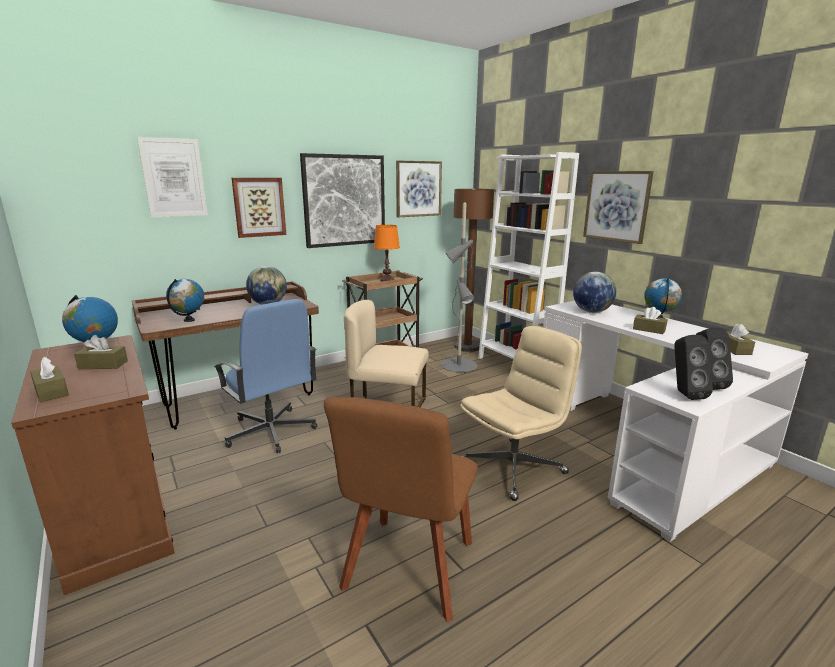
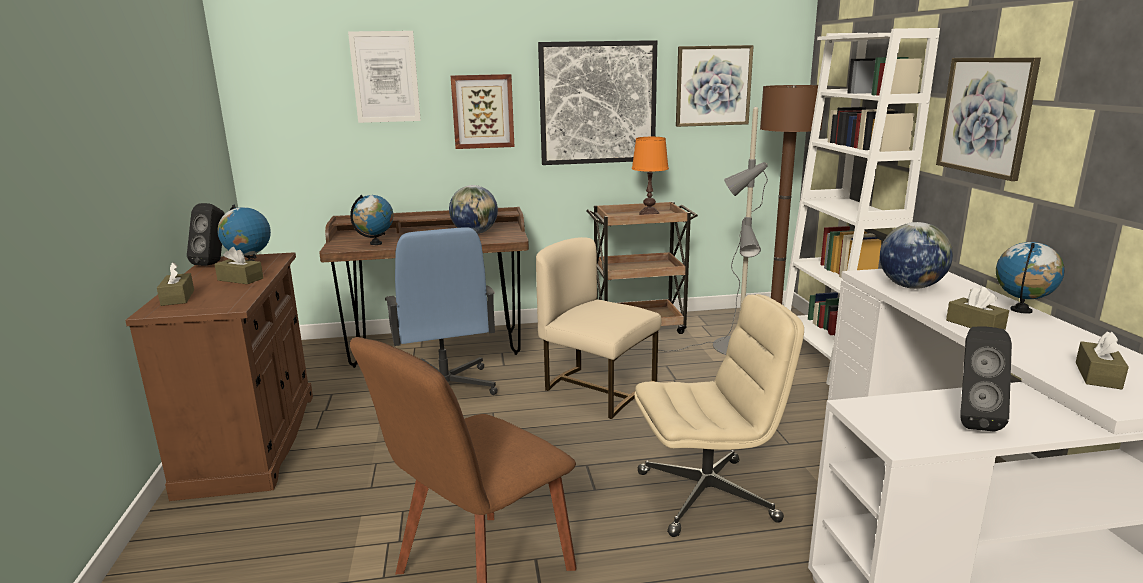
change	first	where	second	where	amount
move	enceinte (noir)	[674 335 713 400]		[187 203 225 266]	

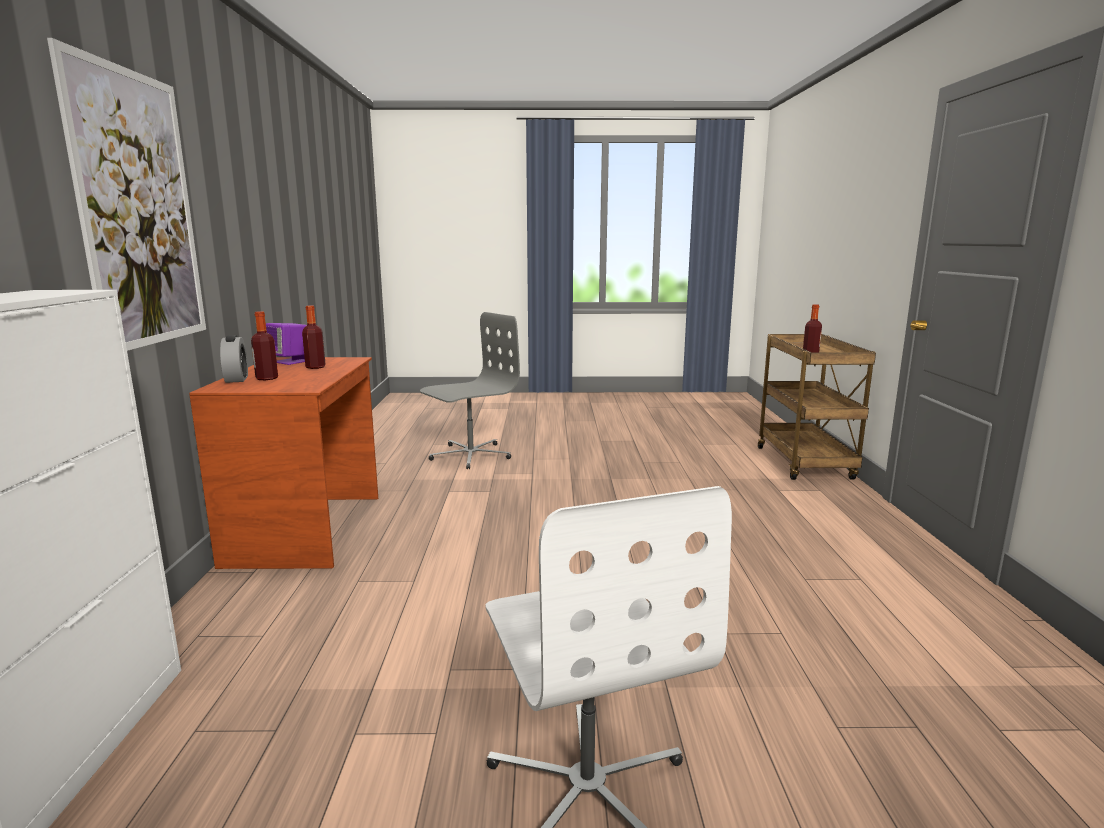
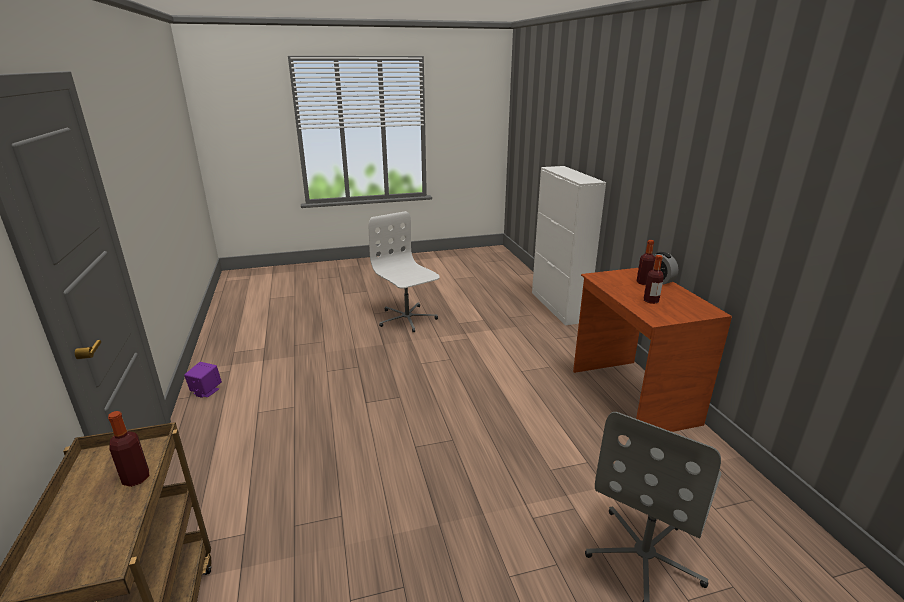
change	first	where	second	where	amount
move	enceinte (violet)	[266 323 307 365]		[184 362 222 398]	
delete	tableau	[47 38 206 351]			

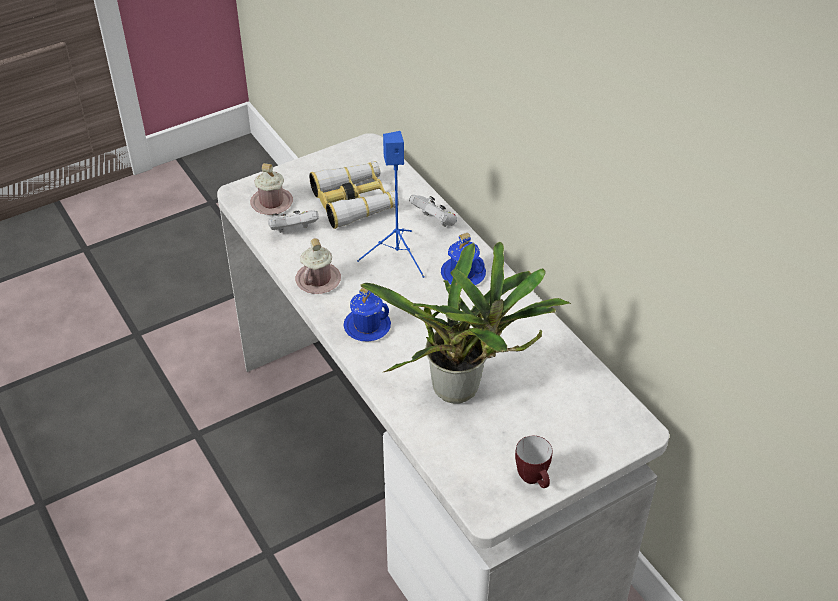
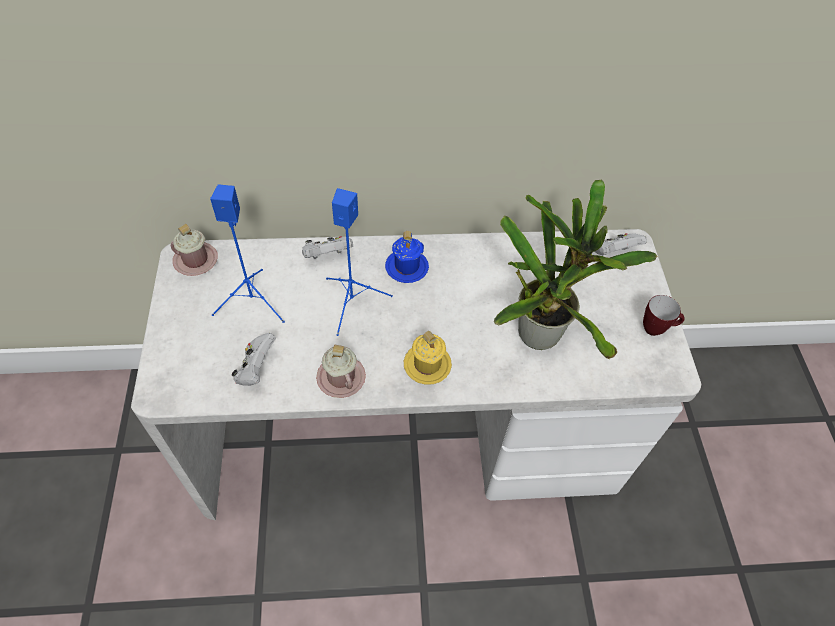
change	first	where	second	where	amount
move	mug (rose)	[250 163 293 215]		[171 224 218 276]	
replace	jumelles	[309 161 399 229]	enceinte (bleu)	[210 184 285 323]	
recolor	mug (bleu)	[343 287 391 342]	mug (jaune)	[404 331 452 385]	
insert			manette (blanc)	[595 233 647 256]	

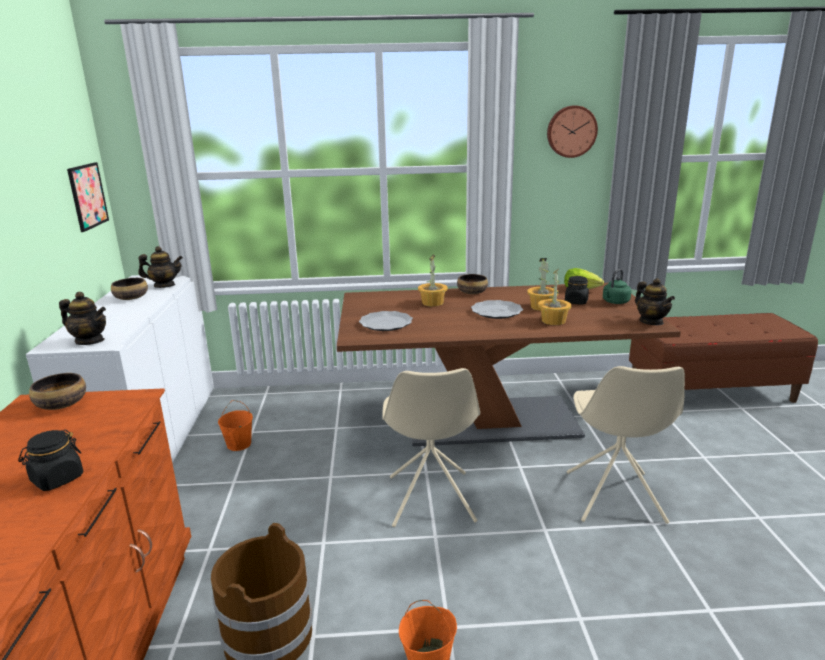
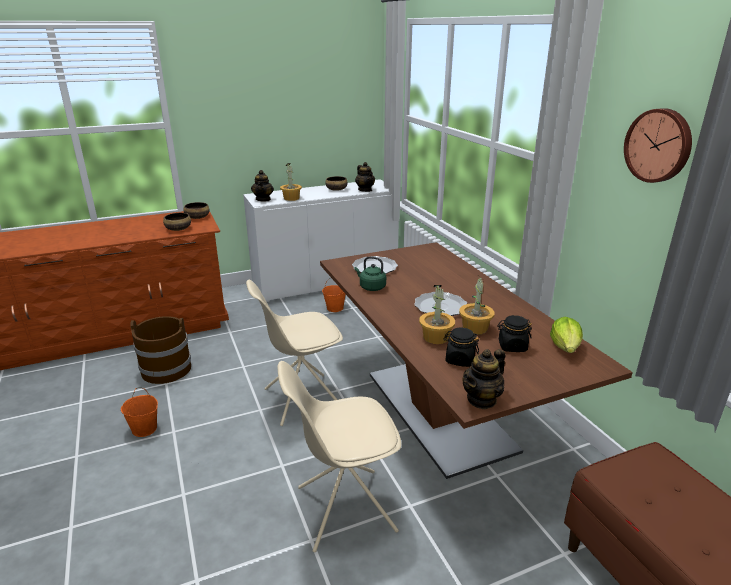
change	first	where	second	where	amount
move	bol	[457 274 488 294]		[163 213 191 231]	
move	plante en pot	[418 255 448 307]		[280 163 302 201]	
move	bouilloire (vert)	[603 269 631 304]		[354 256 386 291]	
move	bocal (noir)	[18 429 83 491]		[443 328 479 367]	
delete	tableau	[67 162 109 232]			

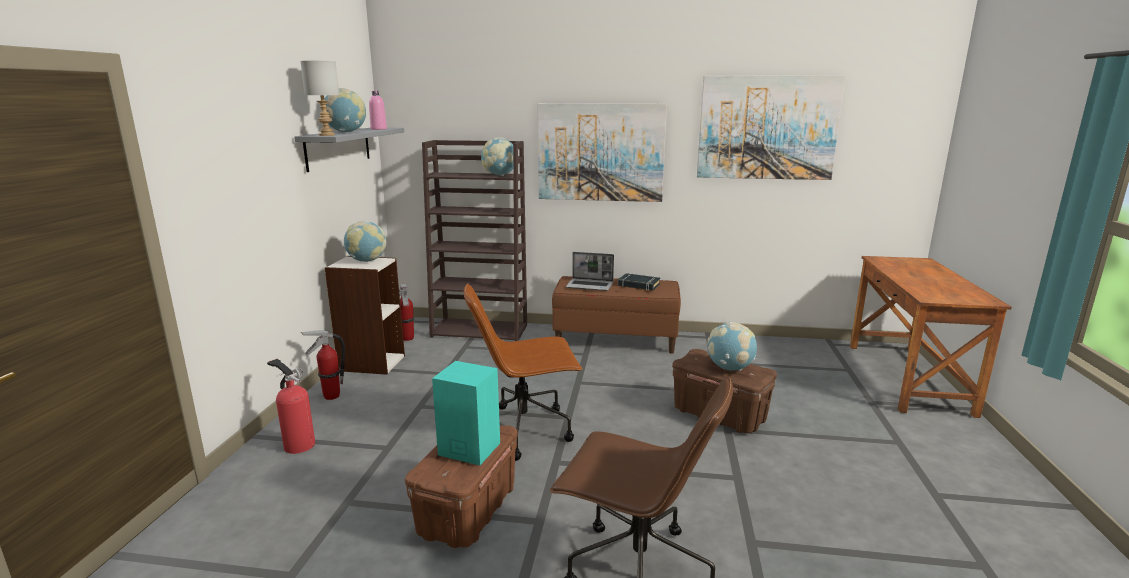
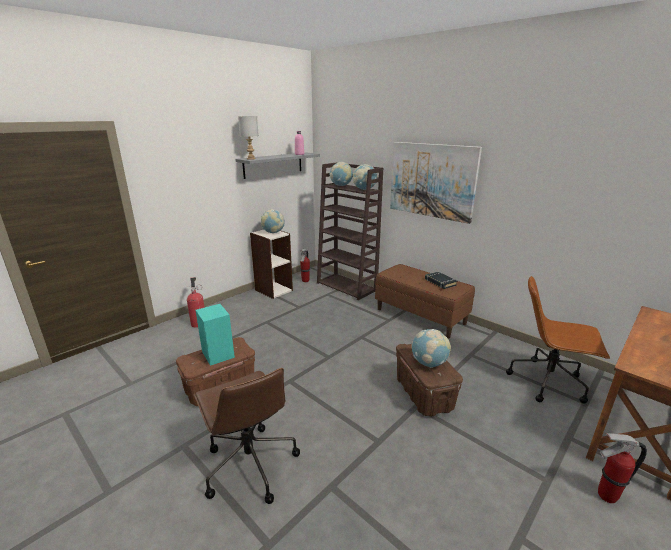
change	first	where	second	where	amount
move	globe	[321 88 366 132]		[329 162 353 186]	
move	chaise de bureau (marron)	[464 283 582 461]		[506 276 610 404]	
move	extincteur	[301 330 345 400]		[598 432 647 503]	
delete	ordinateur portable	[566 252 614 291]			
delete	tableau	[697 75 846 180]			

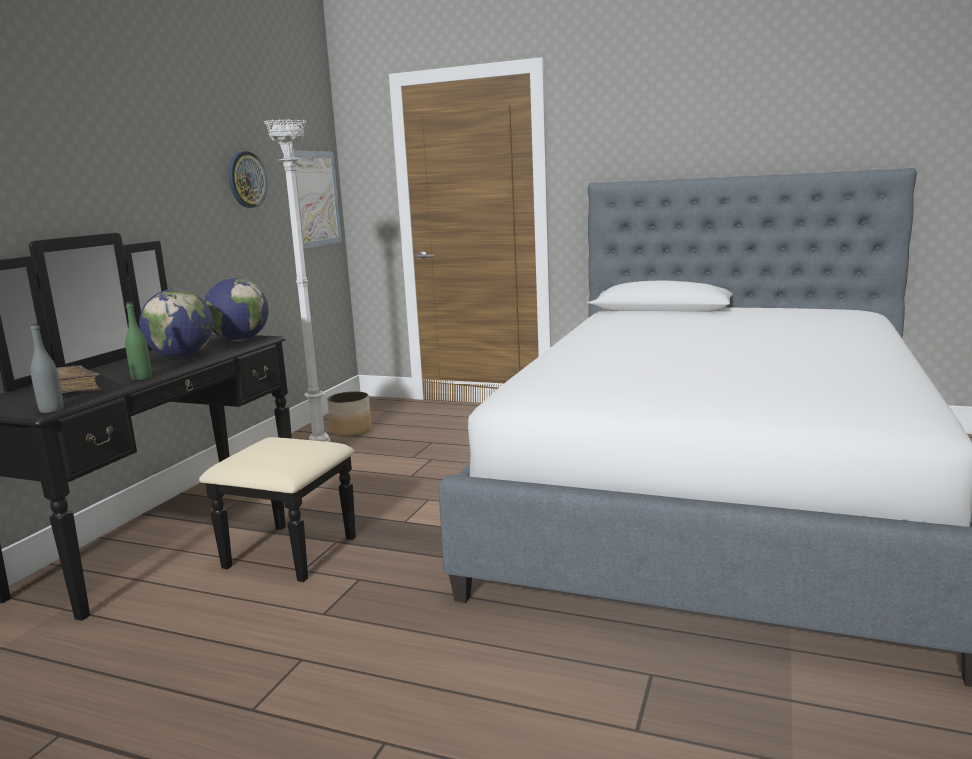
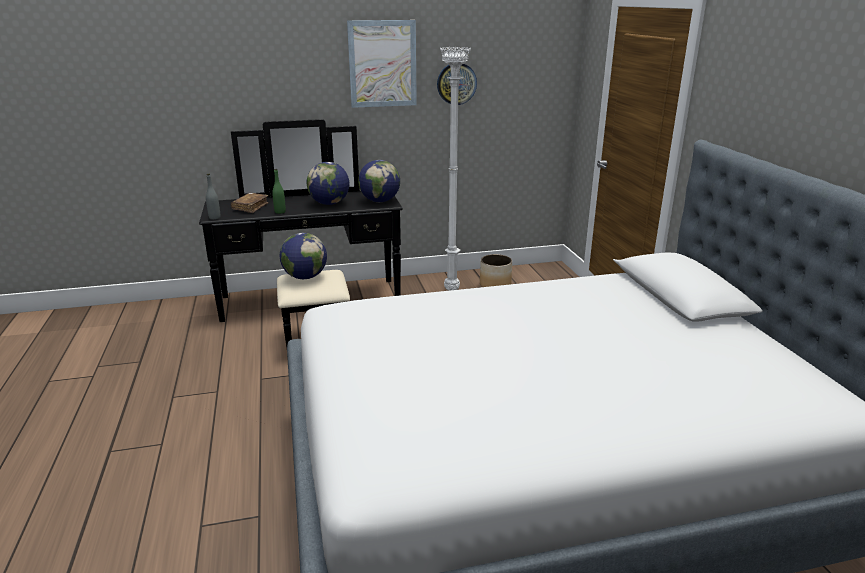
change	first	where	second	where	amount
insert			globe	[280 233 327 279]	
move	tableau	[294 151 342 249]		[347 20 417 108]	

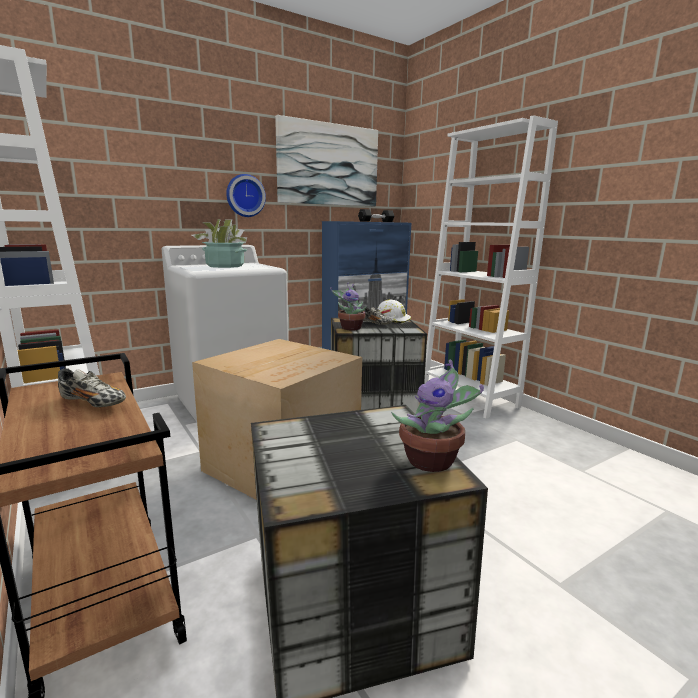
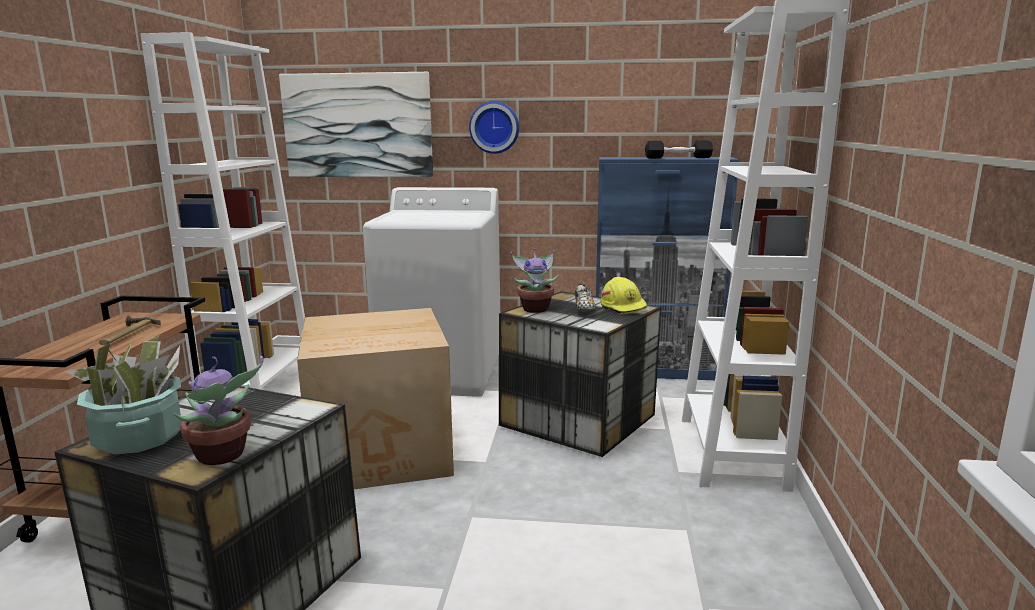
change	first	where	second	where	amount
move	plante en pot	[192 219 247 268]		[65 336 182 455]	
replace	chaussure	[58 368 126 407]	marteau	[99 315 161 345]	
move	tableau	[275 115 378 206]		[279 72 433 177]	
recolor	casque de chantier (blanc)	[377 300 411 324]	casque de chantier (jaune)	[600 277 647 314]	

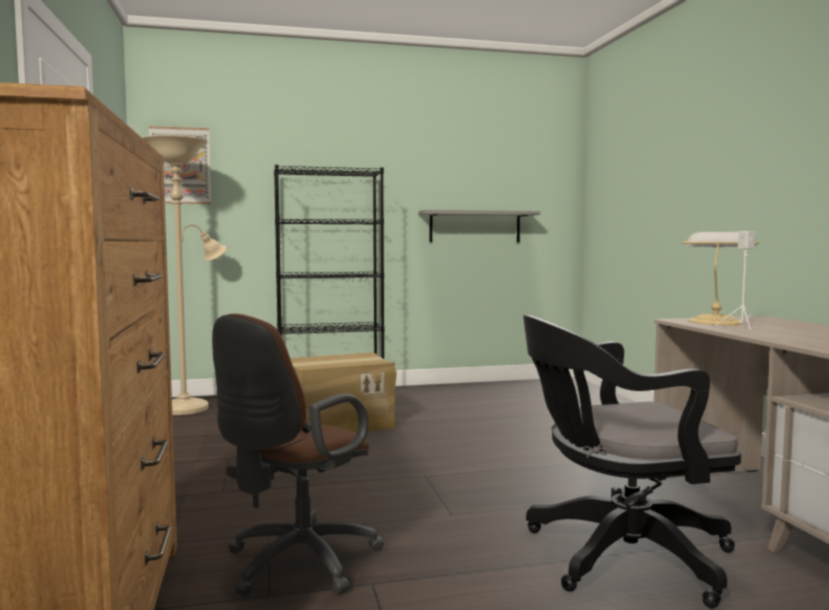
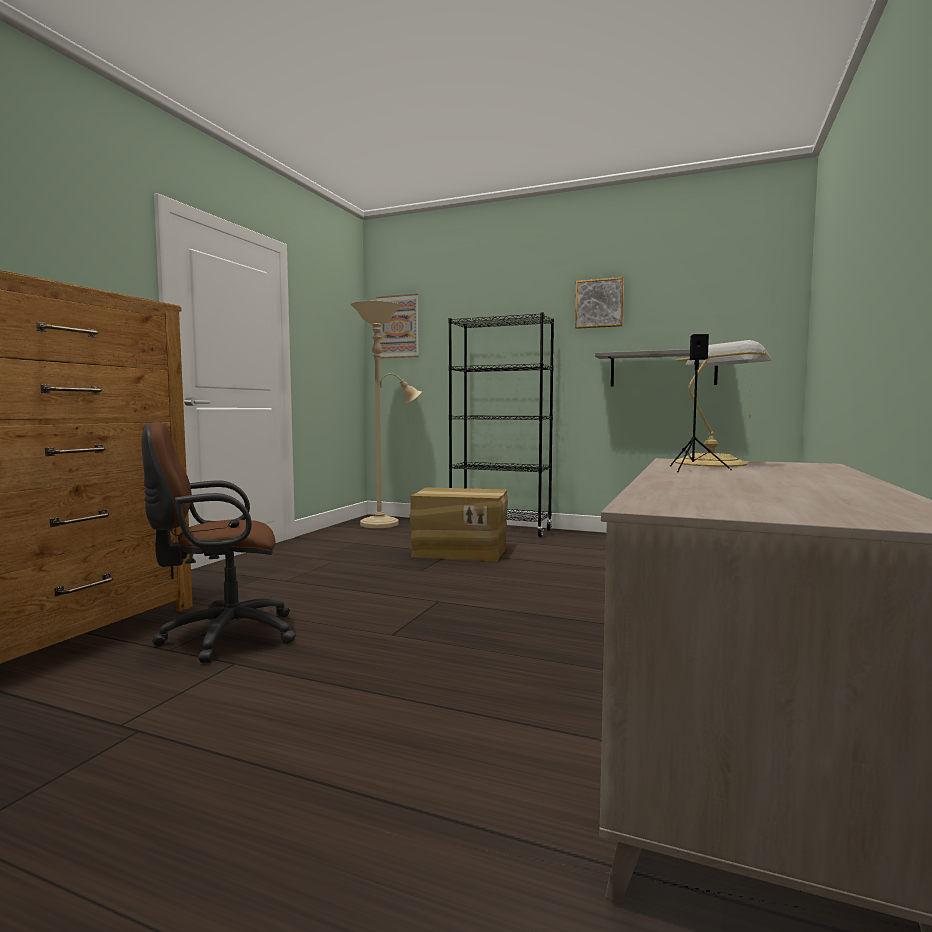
change	first	where	second	where	amount
insert			tableau	[575 277 624 329]	
recolor	enceinte (blanc)	[713 231 762 333]	enceinte (noir)	[670 334 732 472]	
delete	chaise de bureau (noir)	[523 315 741 608]			

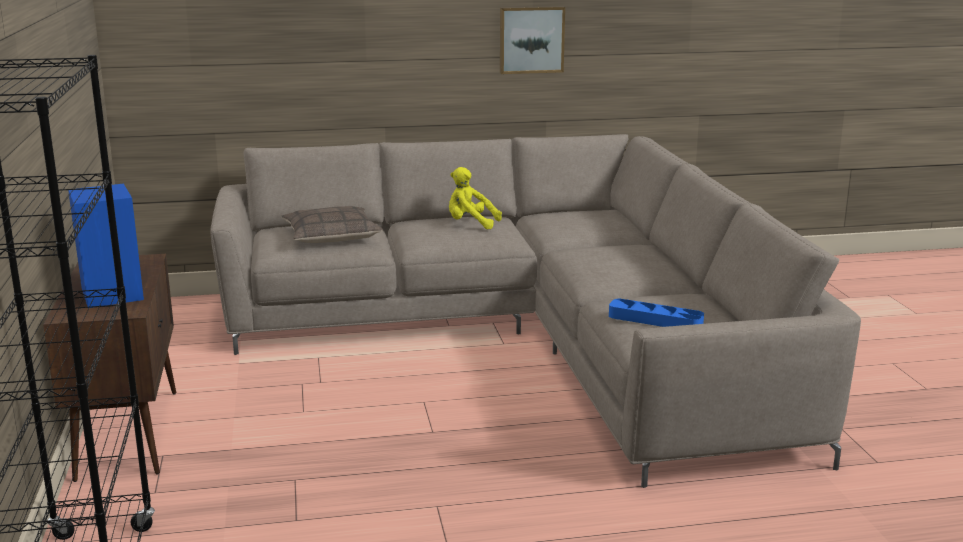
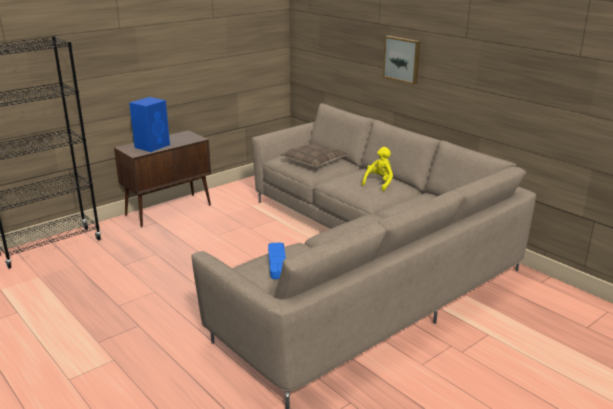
change	first	where	second	where	amount
rotate	peluche (jaune)	[449 167 502 229]		[362 147 393 191]	45 degrees clockwise
move	tableau	[500 6 565 74]		[383 36 420 85]	

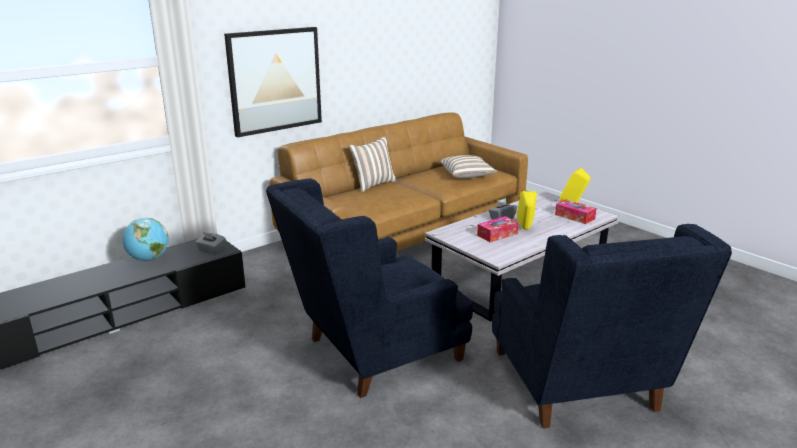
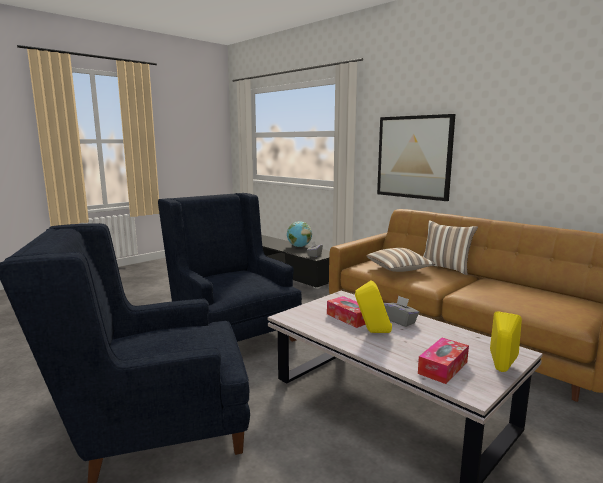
change	first	where	second	where	amount
move	coussin	[440 155 497 178]		[367 248 435 272]	

